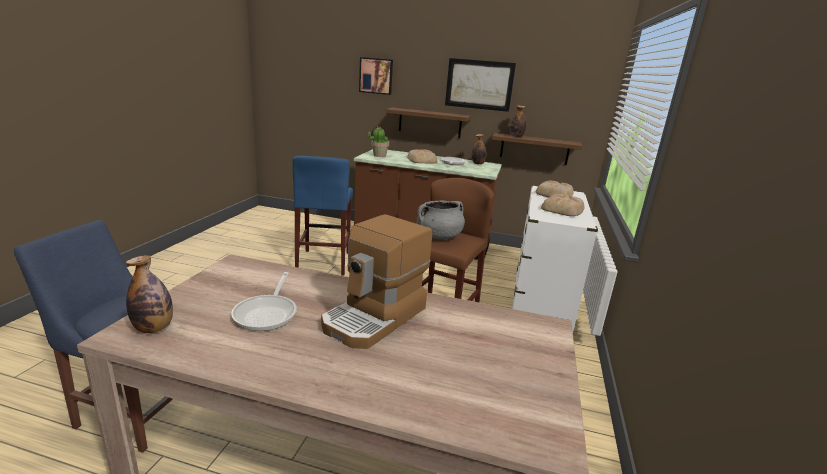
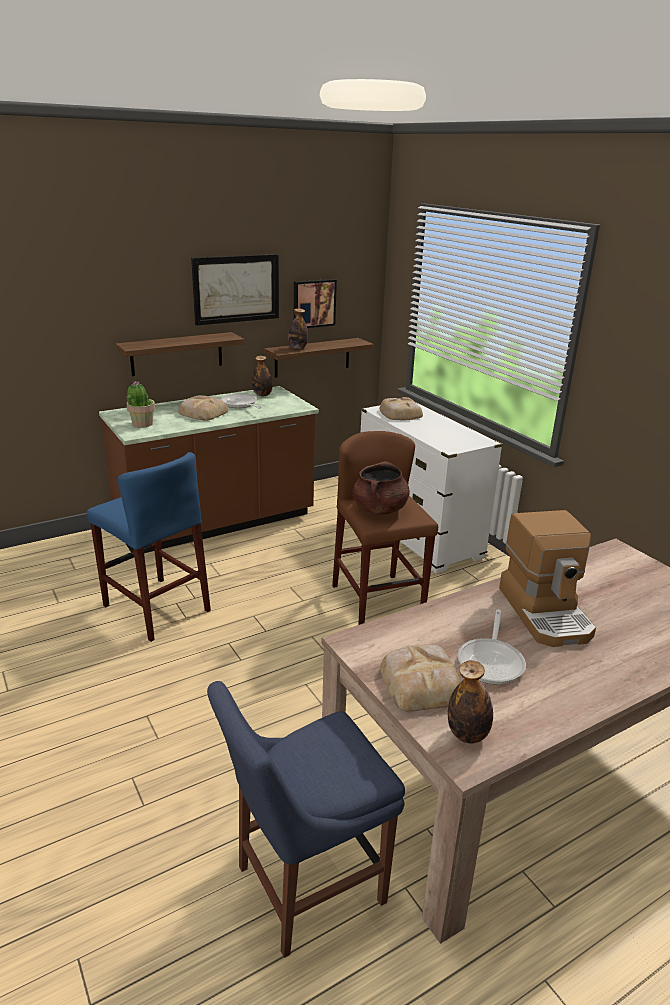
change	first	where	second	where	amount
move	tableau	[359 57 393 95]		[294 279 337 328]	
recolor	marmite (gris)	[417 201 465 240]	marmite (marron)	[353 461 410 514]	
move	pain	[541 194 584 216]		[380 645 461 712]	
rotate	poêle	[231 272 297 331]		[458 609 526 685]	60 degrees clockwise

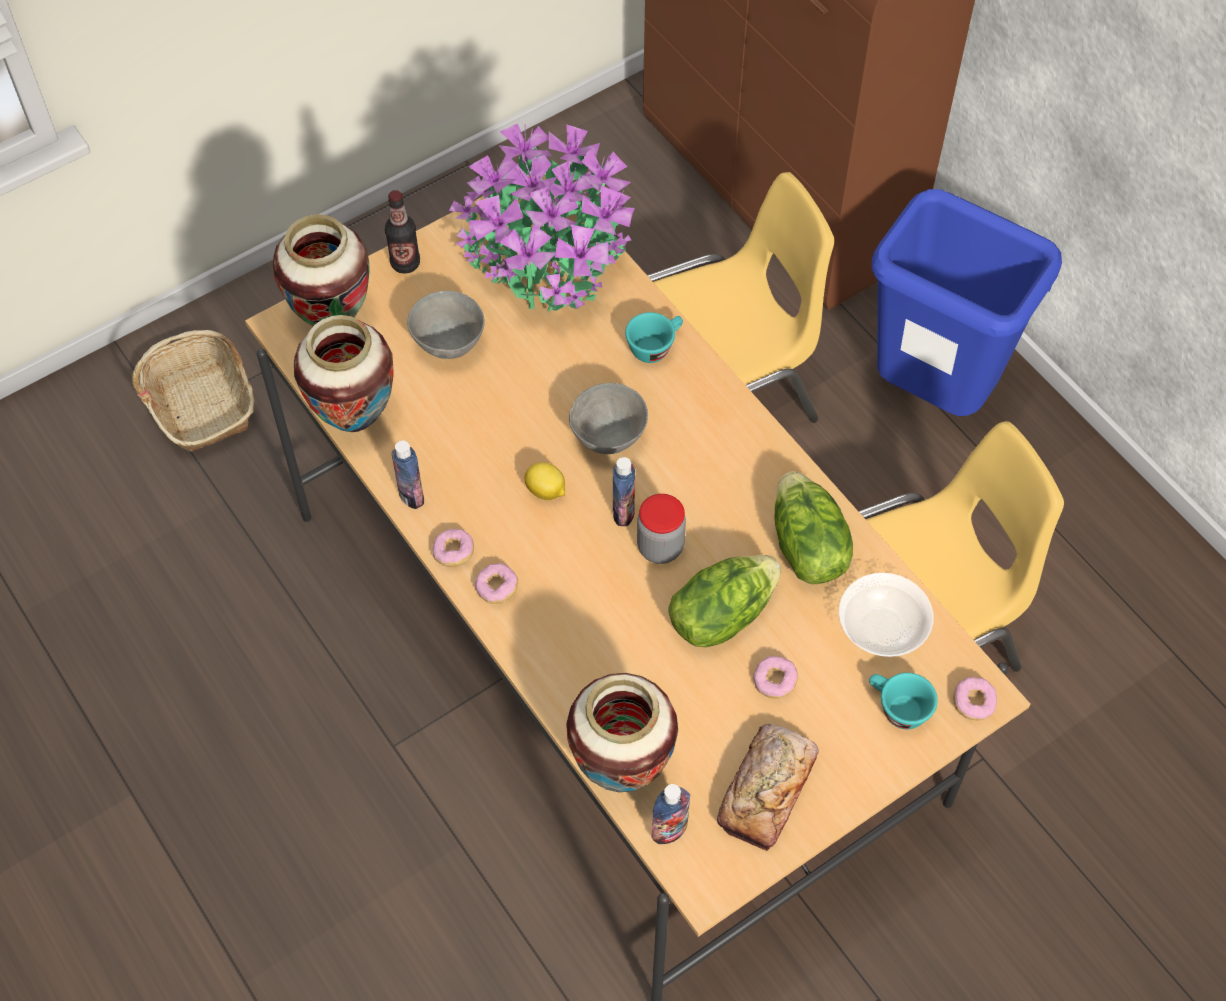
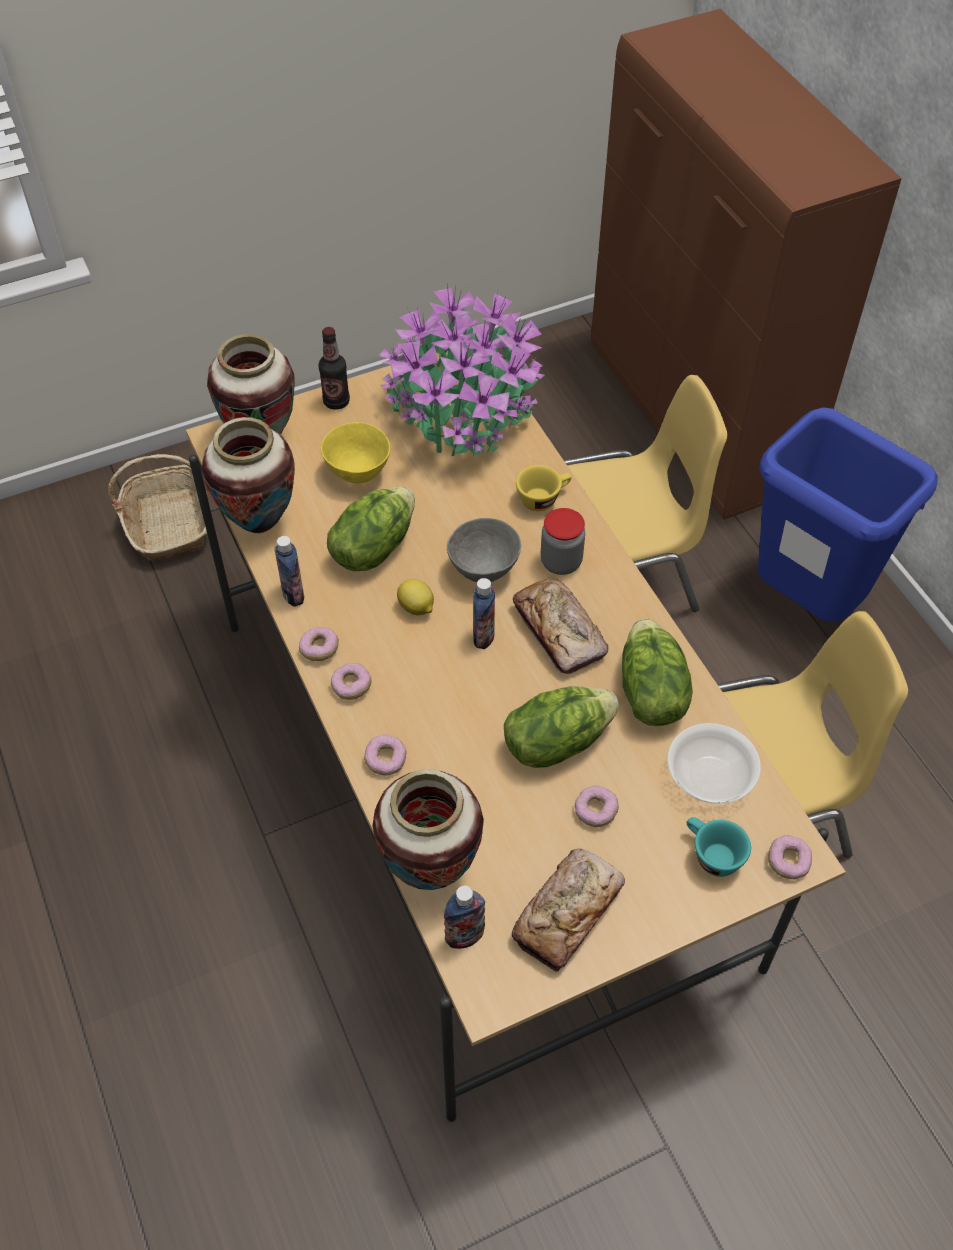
change	first	where	second	where	amount
recolor	bol (gris)	[407 291 485 359]	bol (jaune)	[320 422 390 483]	
insert			laitue	[327 486 415 571]	
insert			beignet	[364 734 406 775]	
insert			pain	[513 579 608 674]	
recolor	tasse (turquoise)	[625 312 683 363]	tasse (jaune)	[516 465 572 511]	
move	bocal	[637 494 686 564]		[541 508 585 575]	

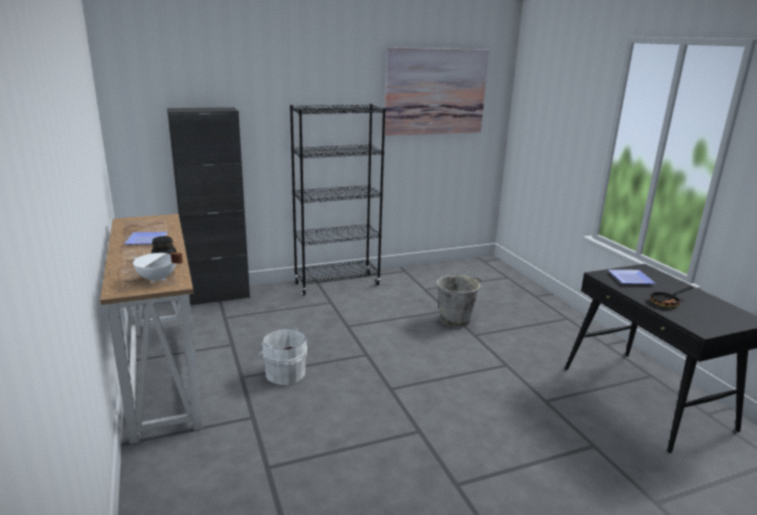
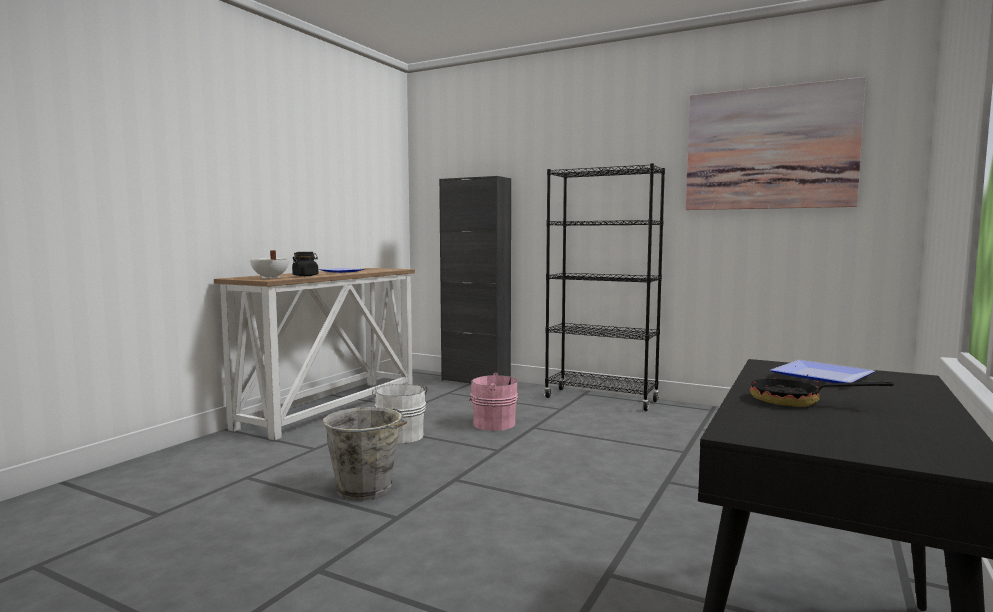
change	first	where	second	where	amount
move	seau (gris)	[437 274 484 328]		[323 407 407 500]	
insert			seau (rose)	[469 373 518 431]	

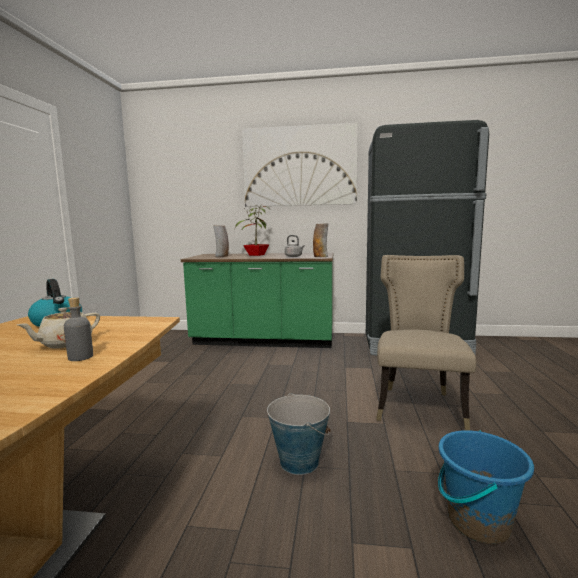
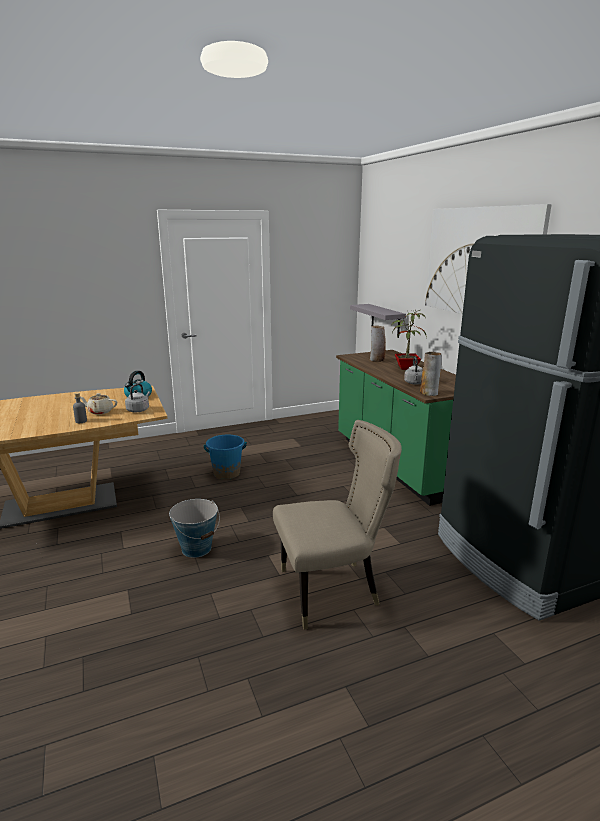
change	first	where	second	where	amount
insert			bouilloire (gris)	[125 383 150 412]	
move	seau (bleu)	[438 430 534 544]		[204 435 247 480]	
insert			étagère (gris)	[350 304 406 338]	

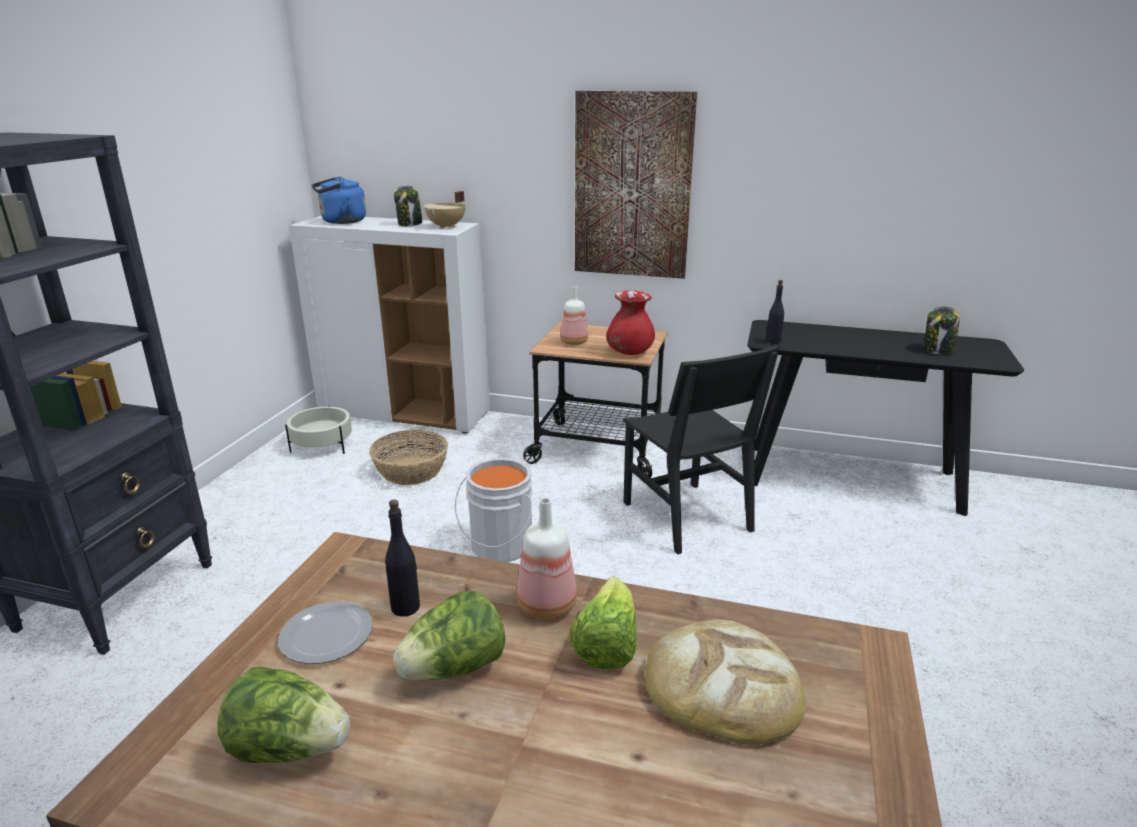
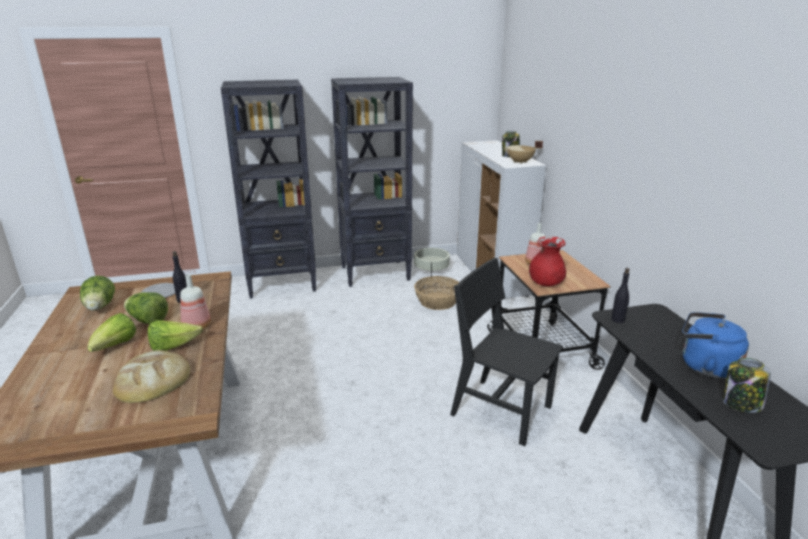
change	first	where	second	where	amount
insert			laitue	[87 313 136 352]	
insert			bibliothèque (noir)	[331 77 413 287]	
rotate	chaise (noir)	[623 345 779 555]		[450 258 563 446]	90 degrees clockwise
move	bouilloire (bleu)	[311 177 366 224]		[682 312 749 379]	
delete	seau (gris)	[455 458 533 562]			
delete	tableau	[575 91 697 279]			

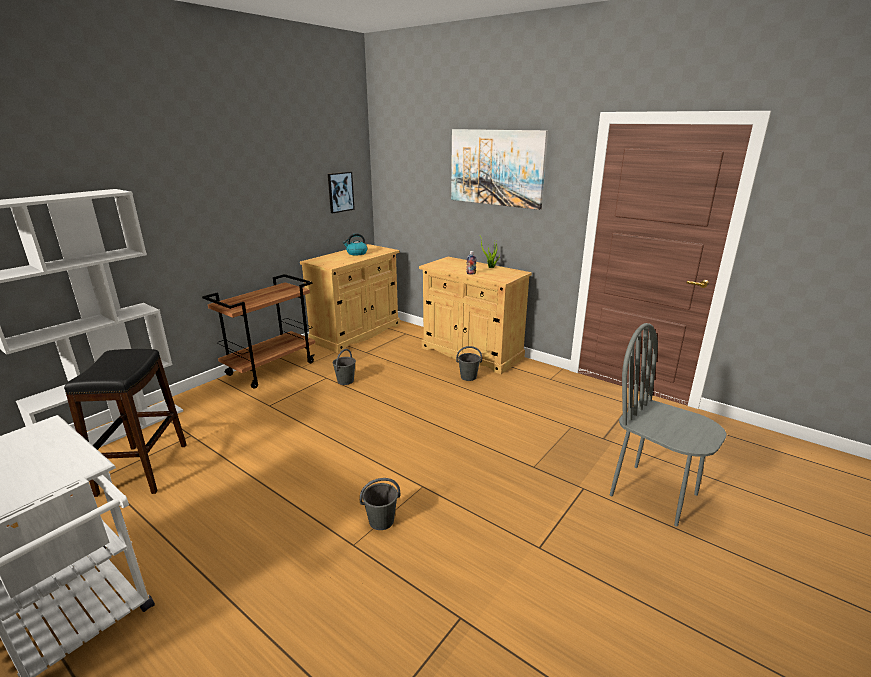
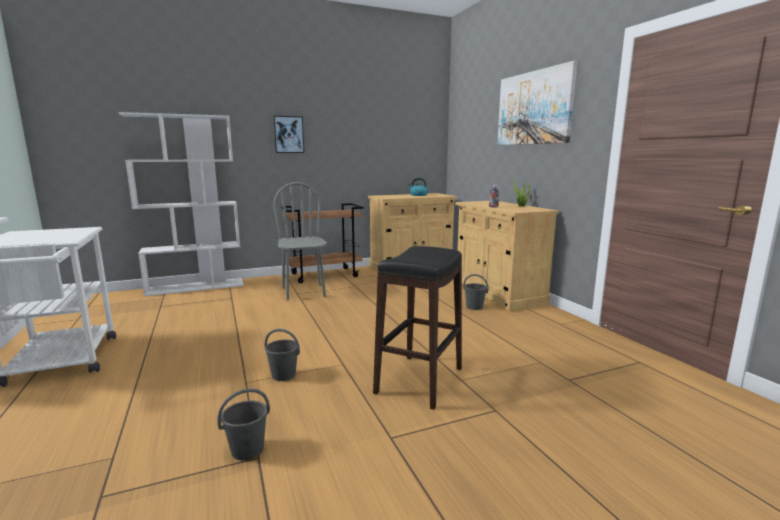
change	first	where	second	where	amount
move	seau (gris)	[333 349 356 385]		[217 388 270 460]	
move	tableau	[328 172 355 213]		[273 116 304 153]	
move	chaise (gris)	[610 323 727 527]		[273 182 327 301]	
move	tabouret (noir)	[64 349 187 497]		[373 246 462 410]	

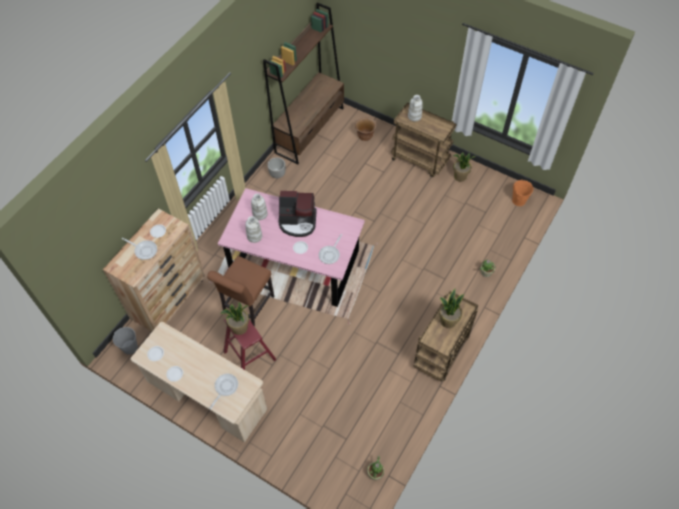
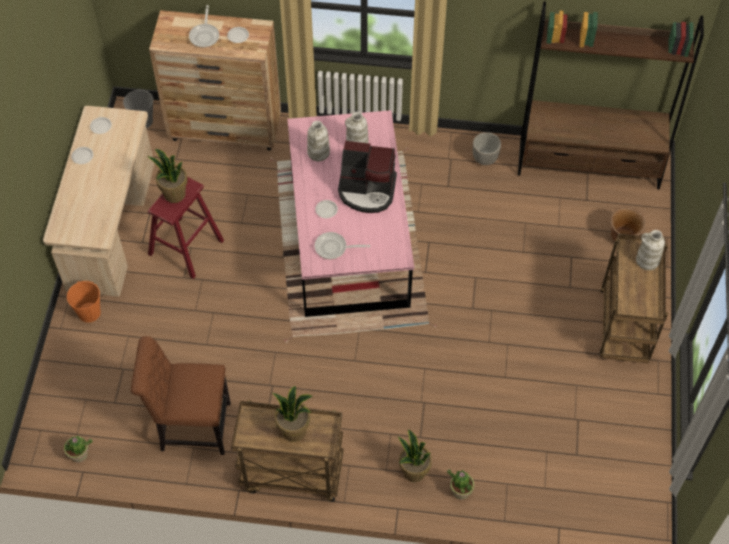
change	first	where	second	where	amount
move	seau (orange)	[512 180 534 206]		[67 281 101 323]	
move	chaise (marron)	[207 256 274 327]		[131 336 231 455]	
rotate	machine à café	[278 191 317 237]		[338 141 397 213]	60 degrees counterclockwise
move	plante en pot	[453 153 475 182]		[398 429 432 482]	
delete	poêle	[209 374 238 409]			

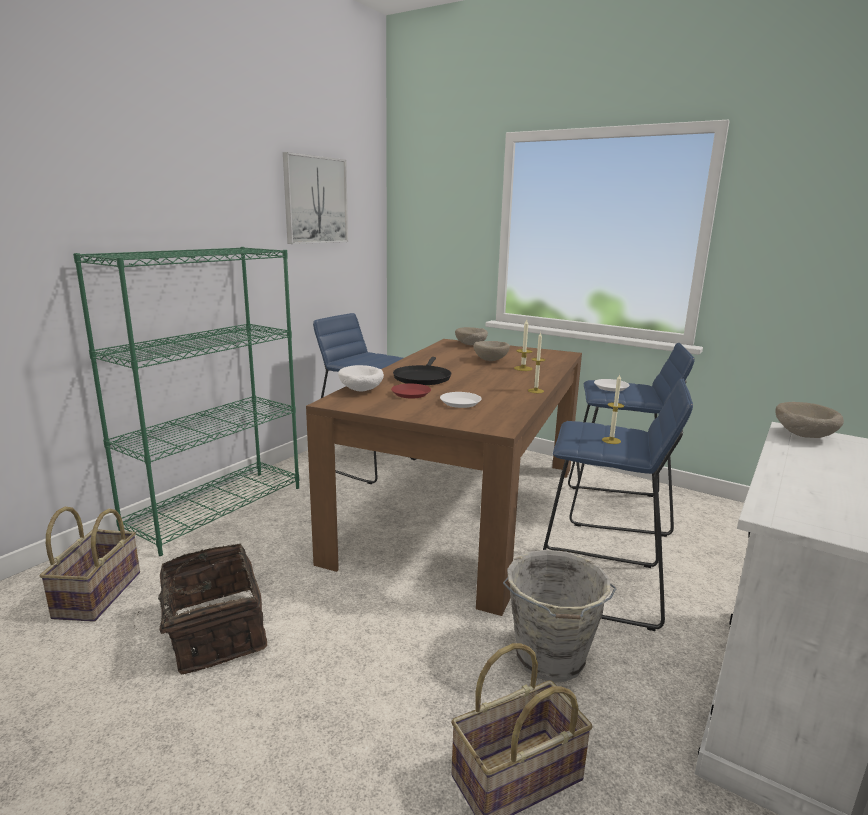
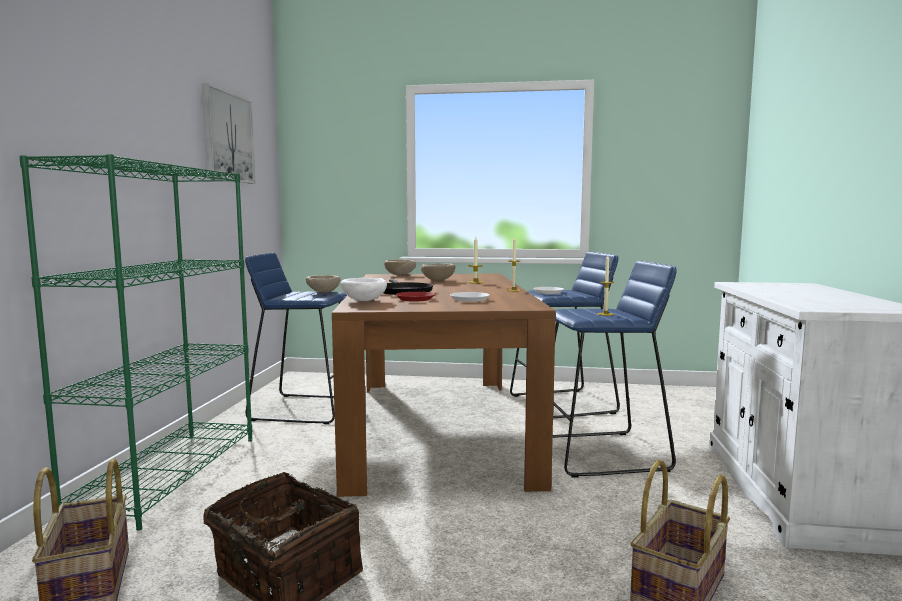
change	first	where	second	where	amount
move	bol (beige)	[775 402 844 438]		[306 275 340 293]	
delete	seau (gris)	[503 550 616 682]			

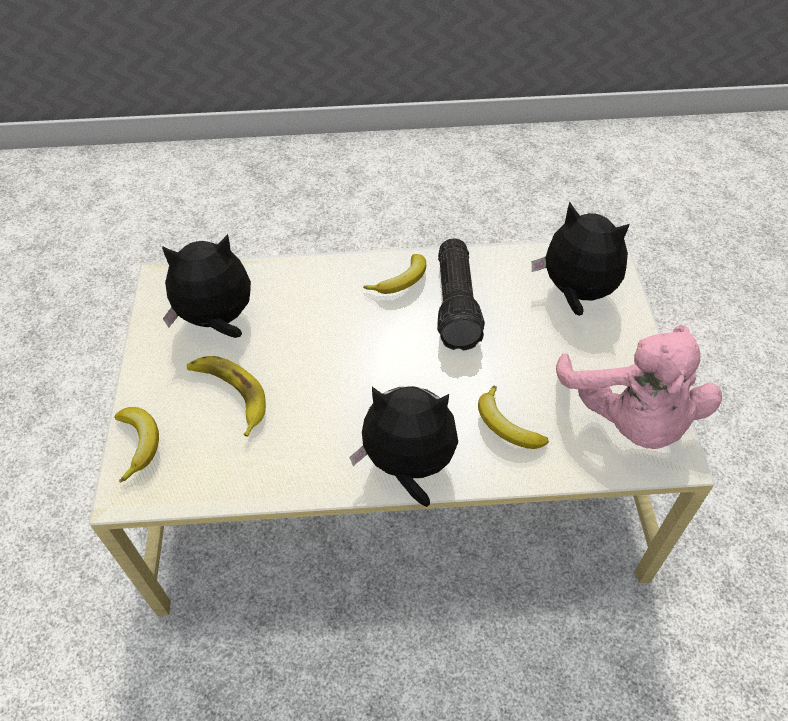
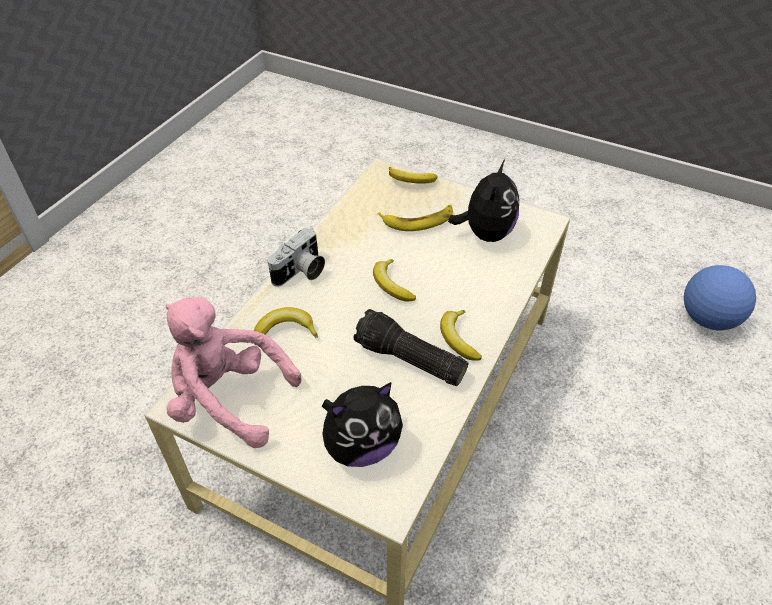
change	first	where	second	where	amount
replace	peluche	[349 386 458 507]	appareil photo	[268 228 325 287]	
insert			banane	[373 259 416 301]	
insert			ballon de foot	[684 265 756 330]	

